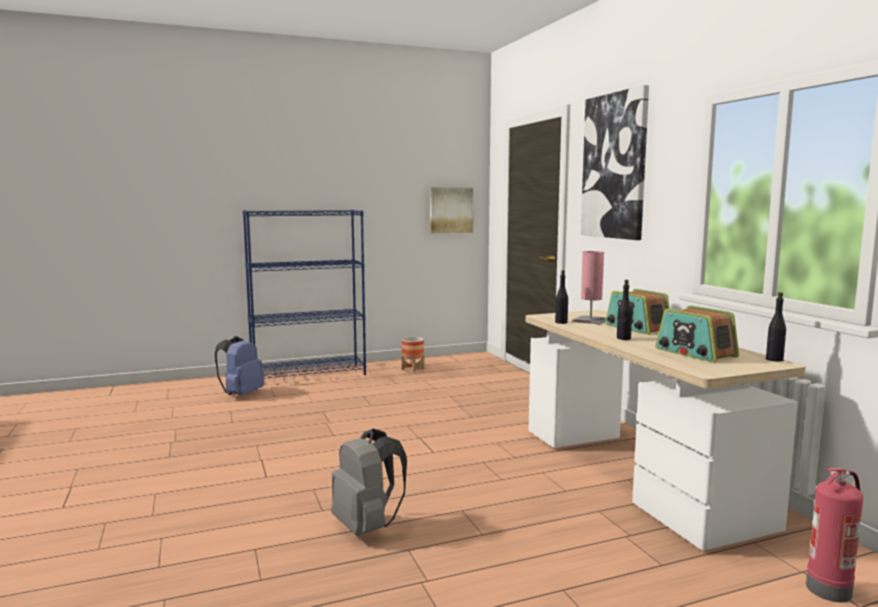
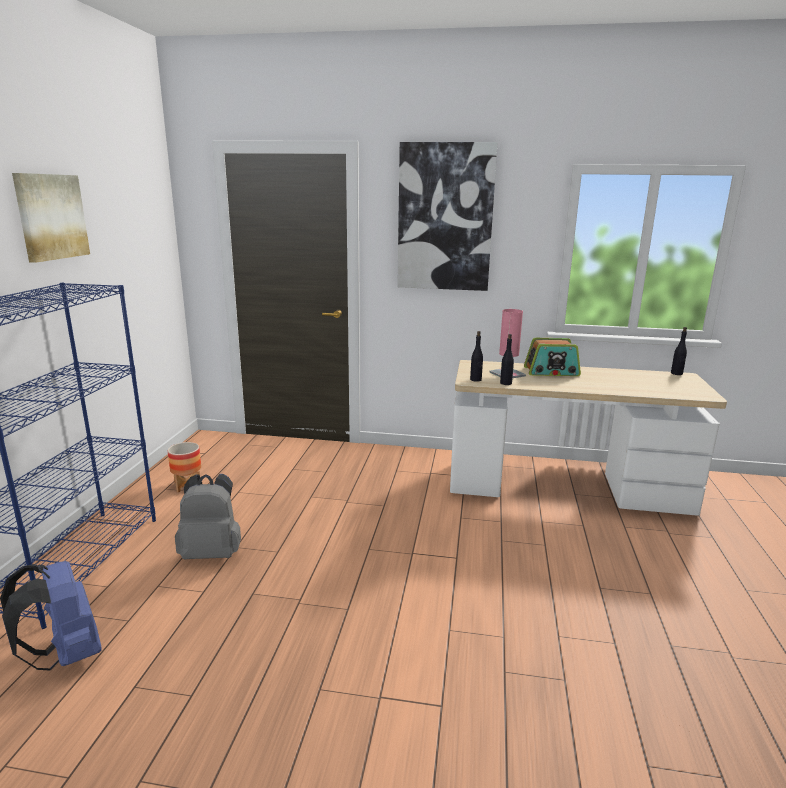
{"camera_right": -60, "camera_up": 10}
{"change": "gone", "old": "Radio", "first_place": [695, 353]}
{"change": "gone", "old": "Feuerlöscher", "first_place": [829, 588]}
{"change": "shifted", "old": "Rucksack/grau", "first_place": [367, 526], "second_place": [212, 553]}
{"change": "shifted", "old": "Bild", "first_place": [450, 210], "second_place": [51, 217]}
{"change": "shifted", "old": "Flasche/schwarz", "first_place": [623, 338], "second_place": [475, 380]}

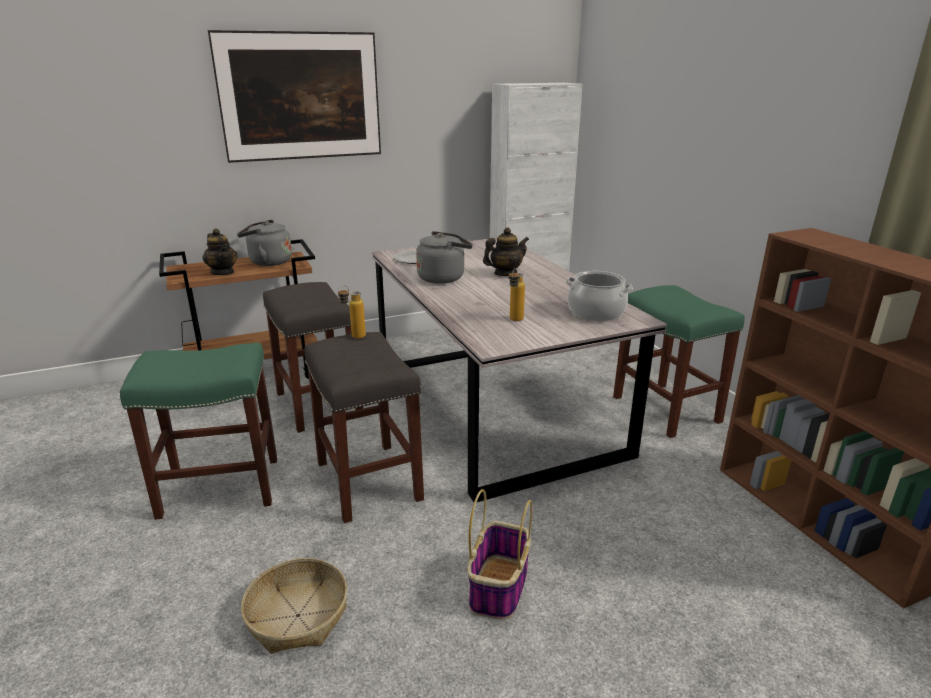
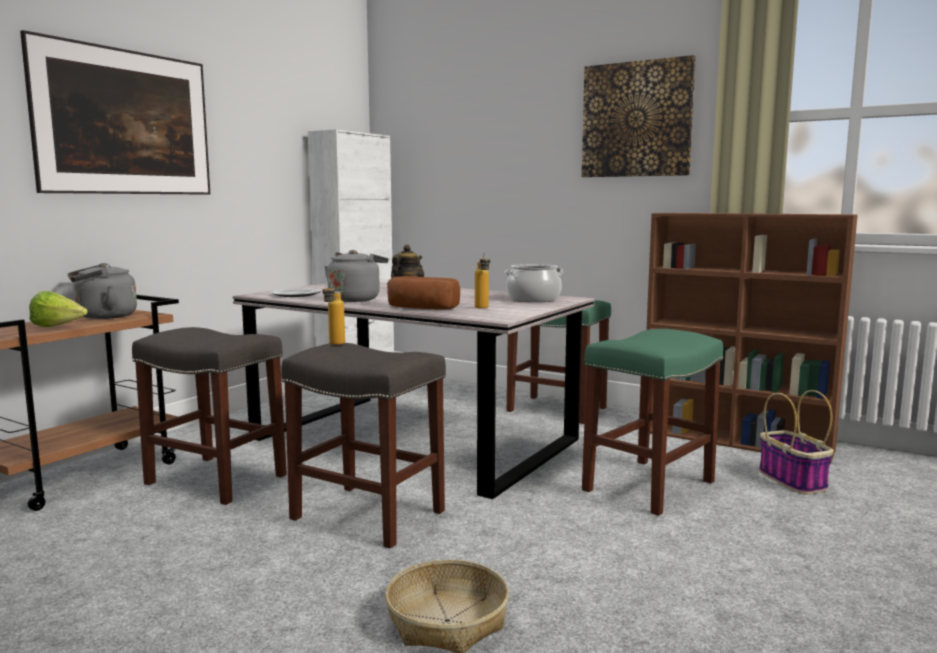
{"camera_right": -35, "camera_up": -15}
{"change": "new", "new": "Brot", "second_place": [420, 308]}
{"change": "new", "new": "Bild", "second_place": [637, 119]}
{"change": "shifted", "old": "Hocker/grün", "first_place": [218, 488], "second_place": [648, 486]}
{"change": "shifted", "old": "Korb", "first_place": [498, 588], "second_place": [793, 481]}
{"change": "swapped", "old": "Teekanne", "new": "Salatkopf", "first_place": [223, 272], "second_place": [58, 327]}

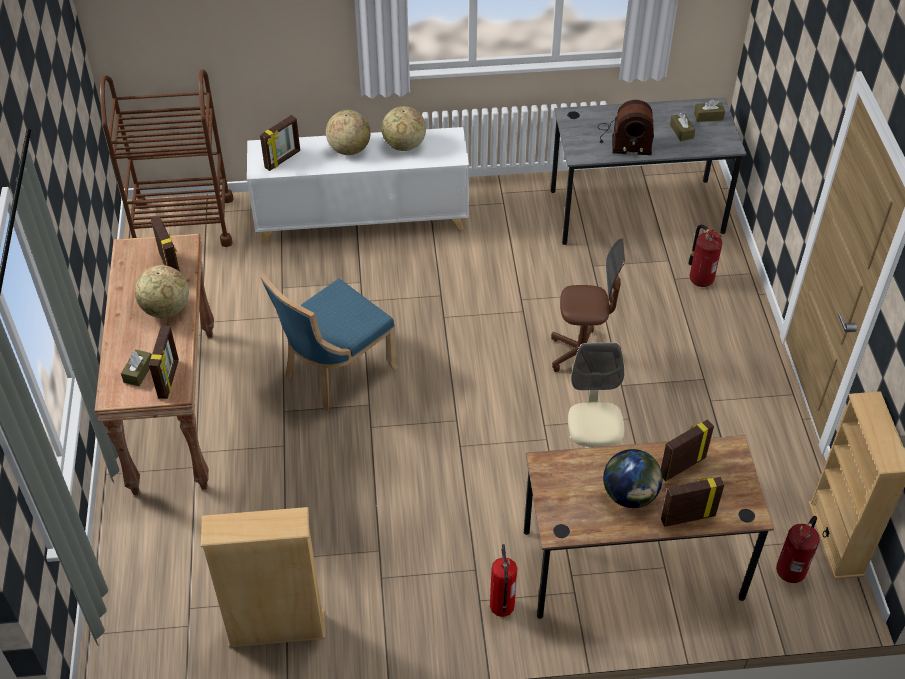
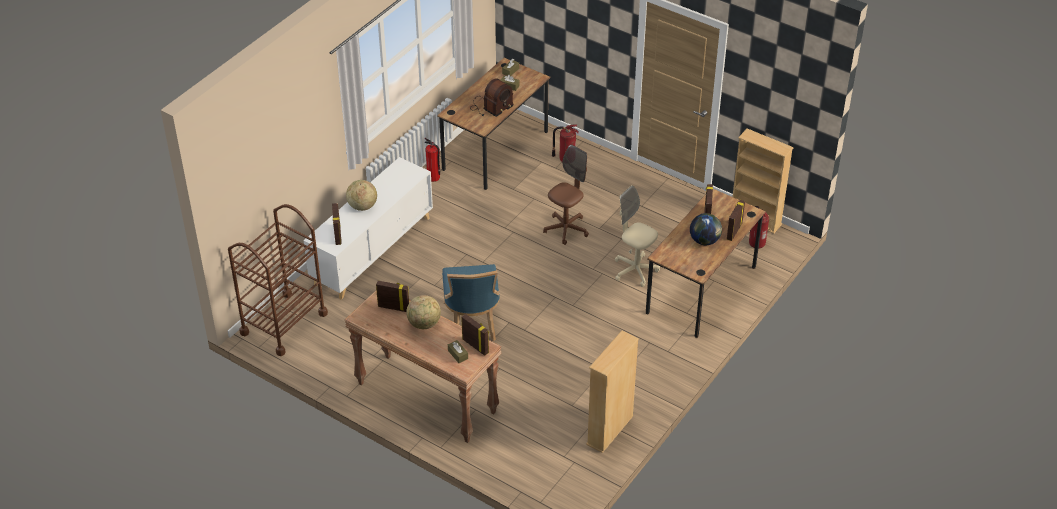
{"camera_right": -50, "camera_up": -5}
{"change": "gone", "old": "Globus", "first_place": [404, 146]}
{"change": "shifted", "old": "Feuerlöscher", "first_place": [502, 606], "second_place": [433, 177]}
{"change": "repainted", "old": "Schreibtisch/grau", "new": "Schreibtisch/braun", "first_place": [636, 211], "second_place": [495, 150]}

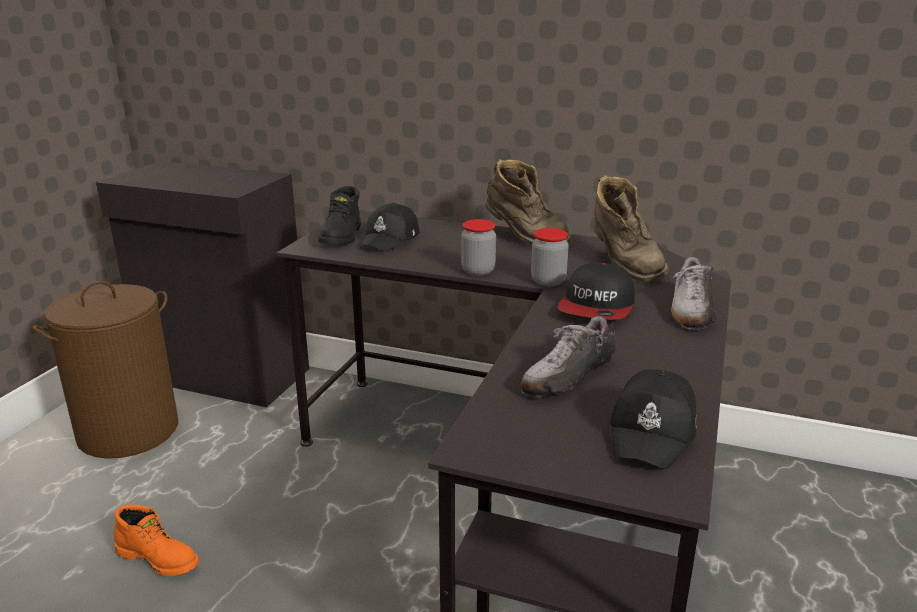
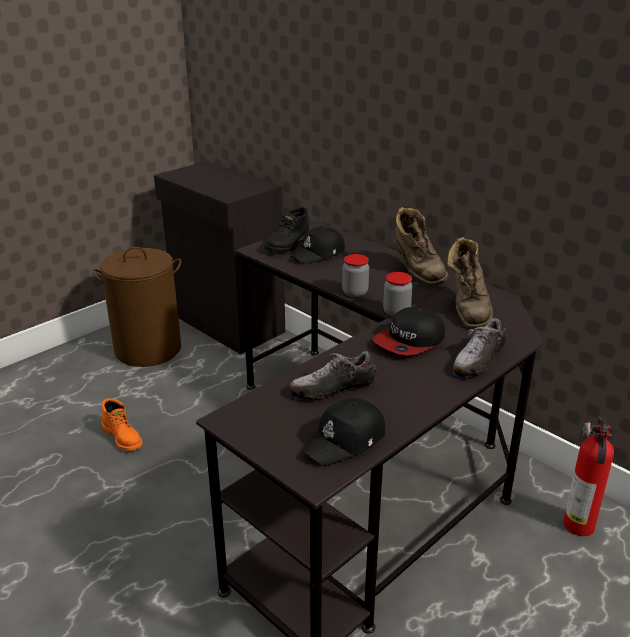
{"camera_right": 25, "camera_up": 5}
{"change": "new", "new": "Feuerlöscher", "second_place": [578, 526]}

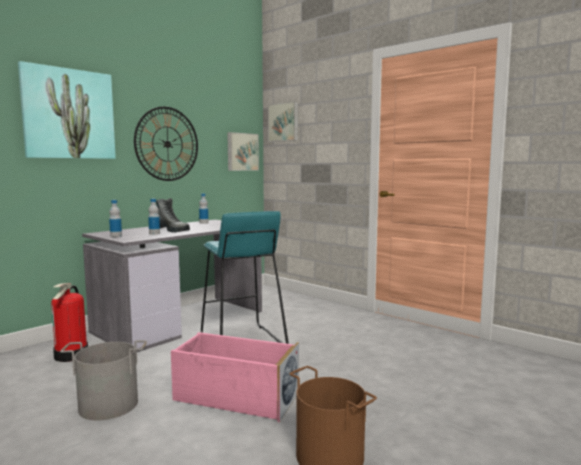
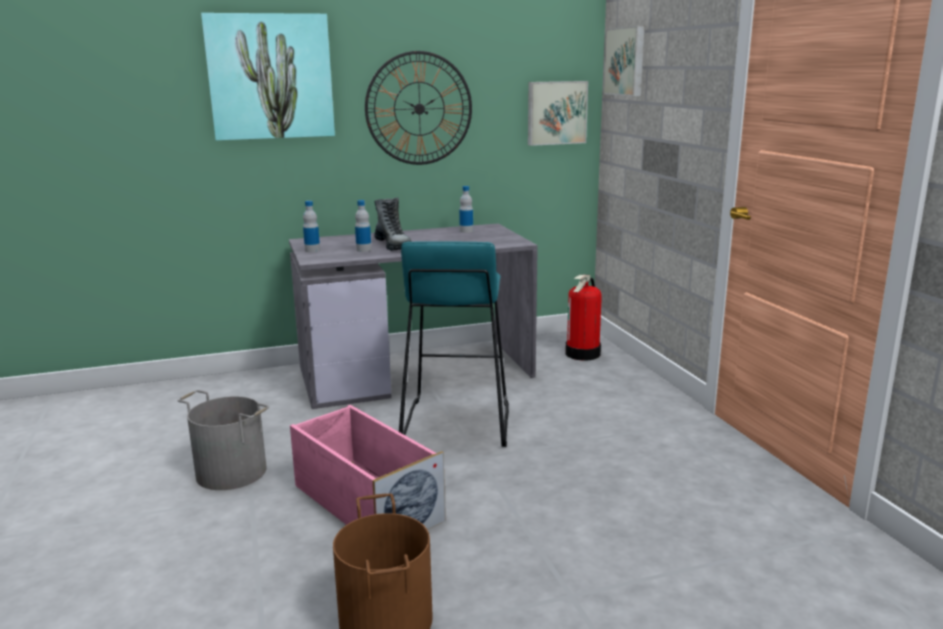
{"camera_right": 30, "camera_up": 10}
{"change": "shifted", "old": "Feuerlöscher", "first_place": [72, 355], "second_place": [583, 354]}

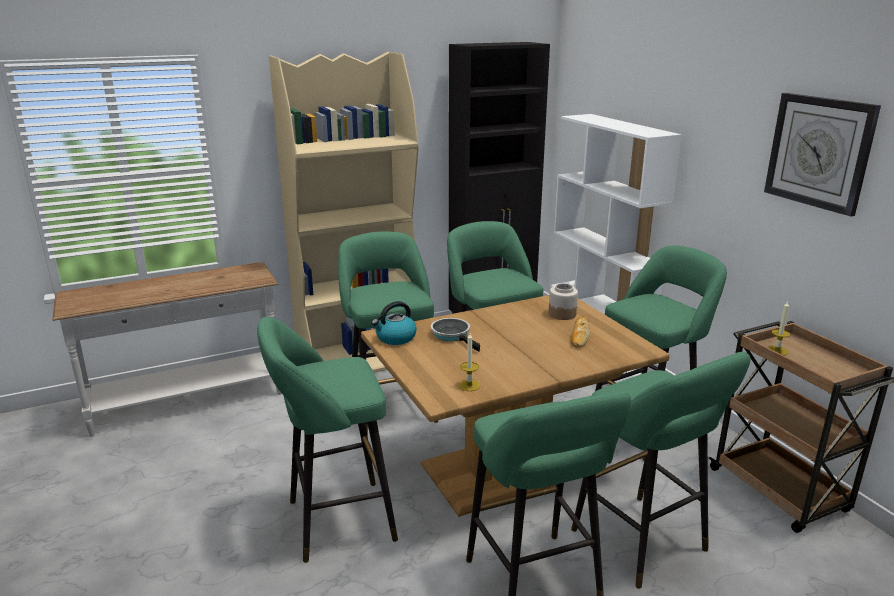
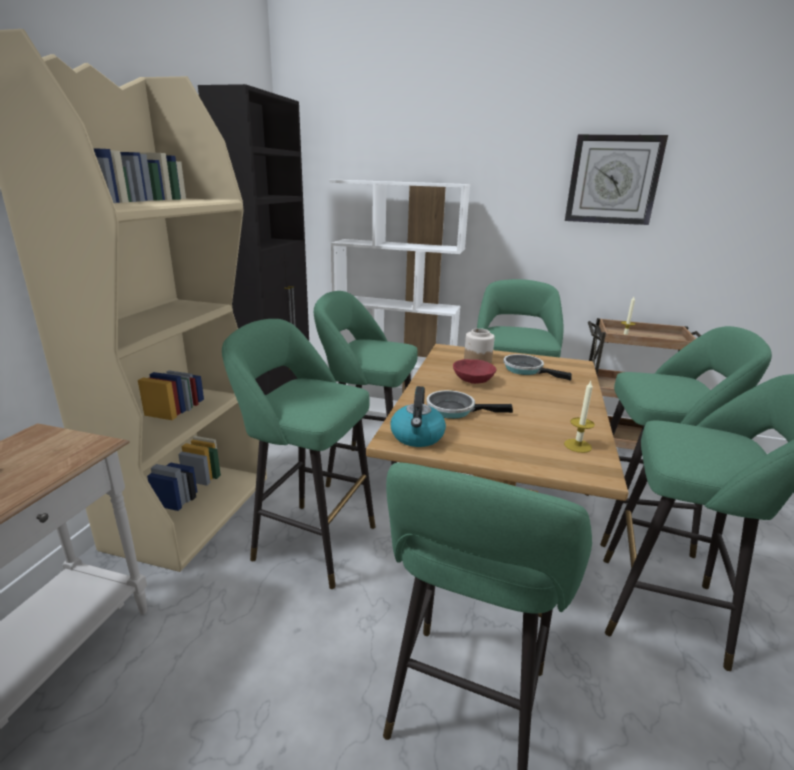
{"camera_right": -50, "camera_up": 0}
{"change": "new", "new": "Schüssel/rot", "second_place": [472, 381]}
{"change": "swapped", "old": "Brot", "new": "Pfanne", "first_place": [580, 335], "second_place": [526, 370]}

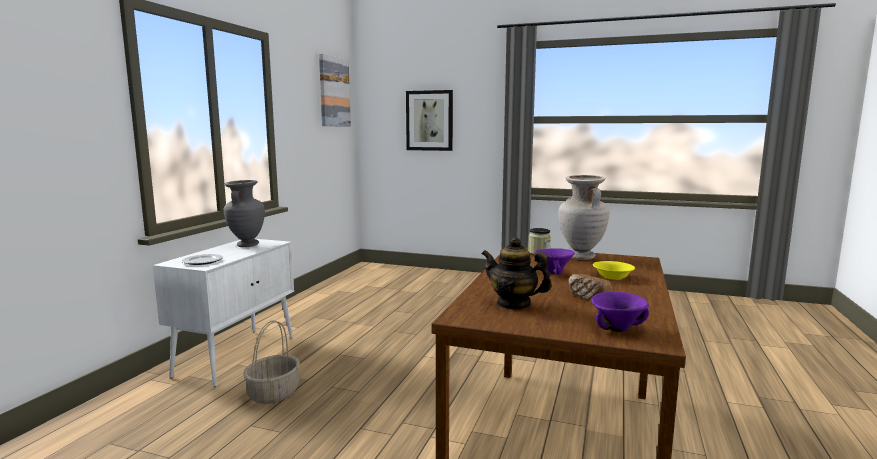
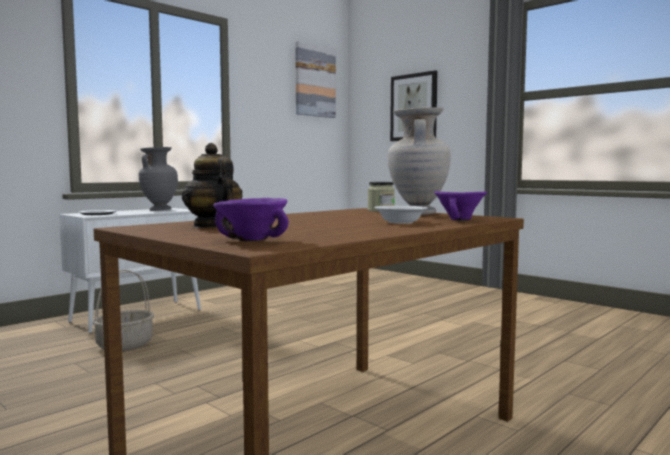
{"camera_right": 25, "camera_up": -5}
{"change": "gone", "old": "Brot", "first_place": [588, 297]}
{"change": "shifted", "old": "Schüssel/lila", "first_place": [554, 273], "second_place": [460, 220]}
{"change": "repainted", "old": "Schüssel/gelb", "new": "Schüssel/weiß", "first_place": [612, 277], "second_place": [399, 222]}

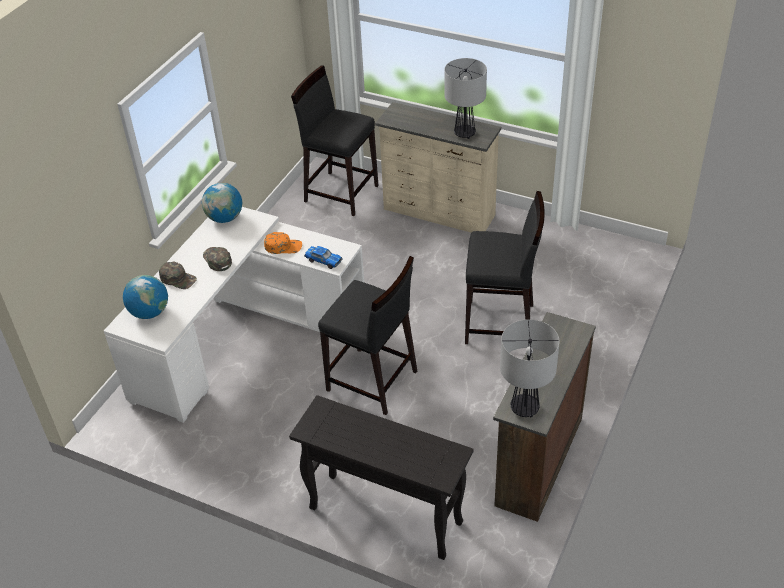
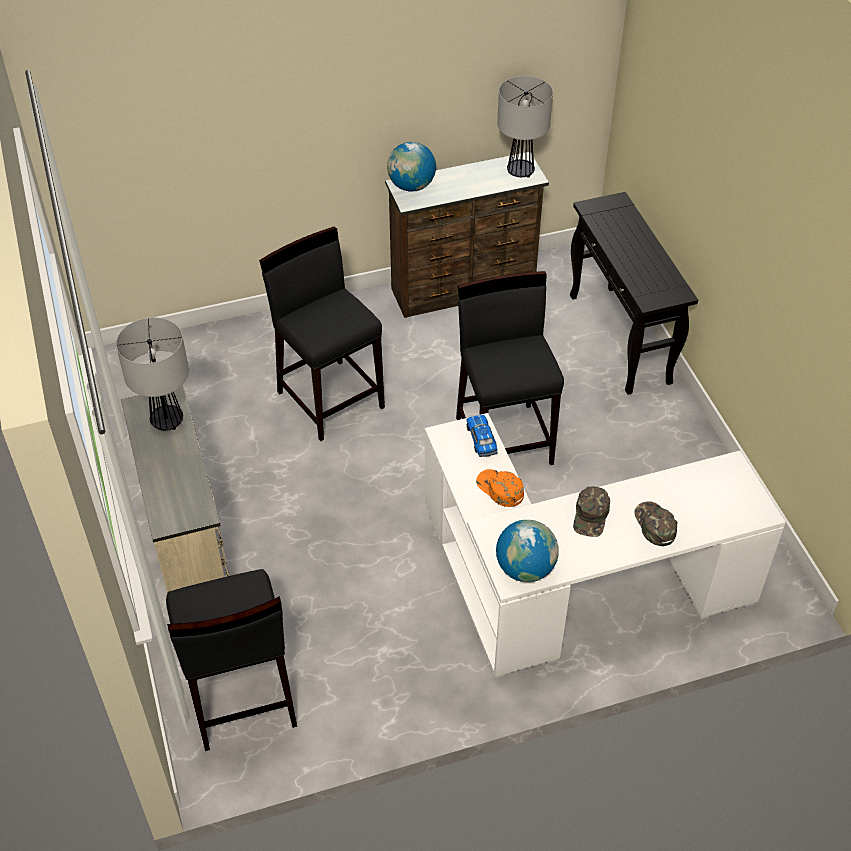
{"camera_right": -135, "camera_up": 5}
{"change": "shifted", "old": "Globus", "first_place": [149, 312], "second_place": [411, 186]}

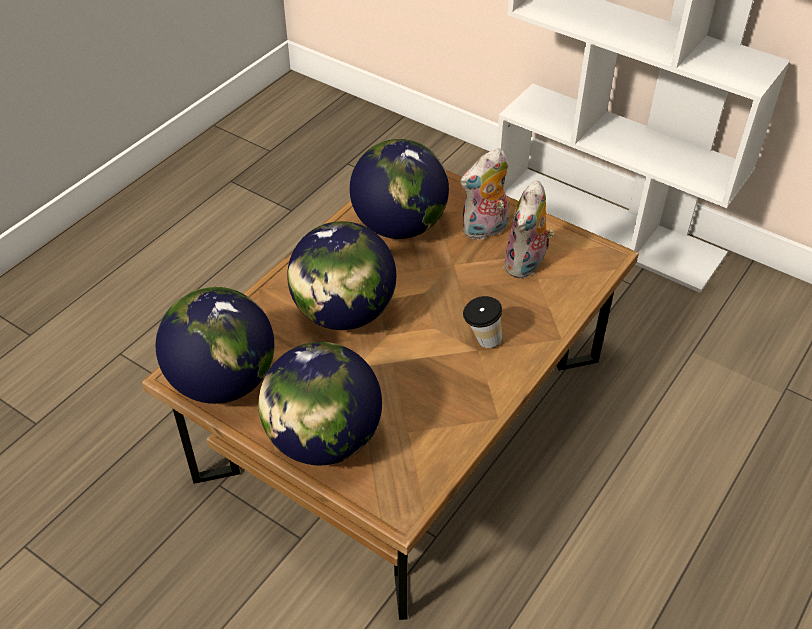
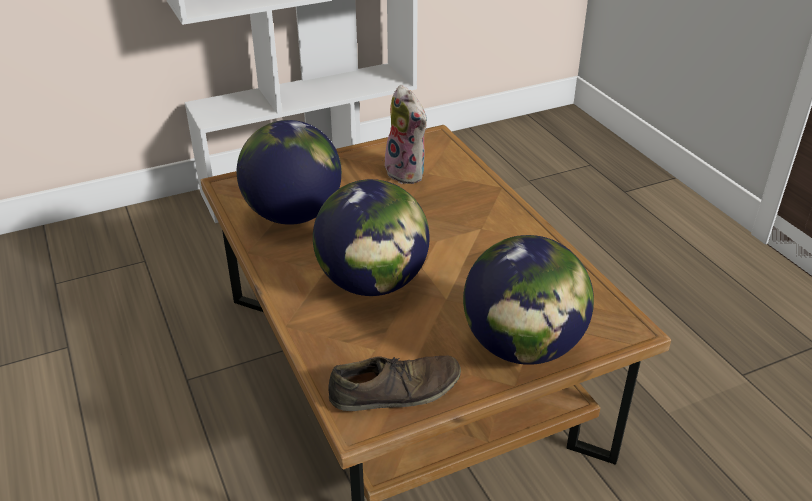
{"camera_right": -60, "camera_up": -10}
{"change": "gone", "old": "Plüschtier", "first_place": [484, 230]}
{"change": "gone", "old": "Tasse", "first_place": [481, 341]}
{"change": "swapped", "old": "Globus", "new": "Schuh/braun", "first_place": [224, 381], "second_place": [395, 390]}

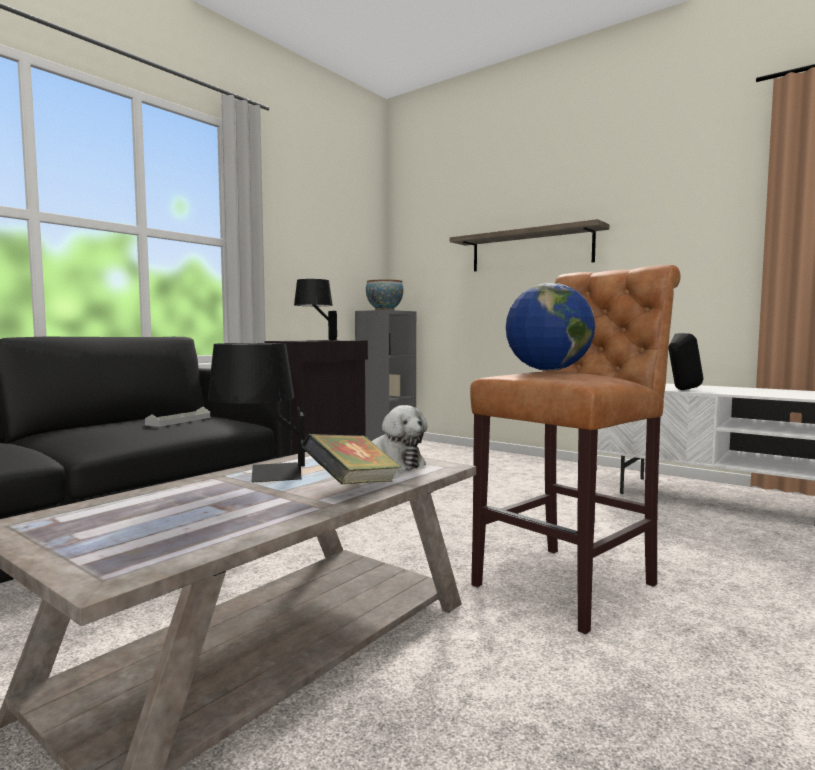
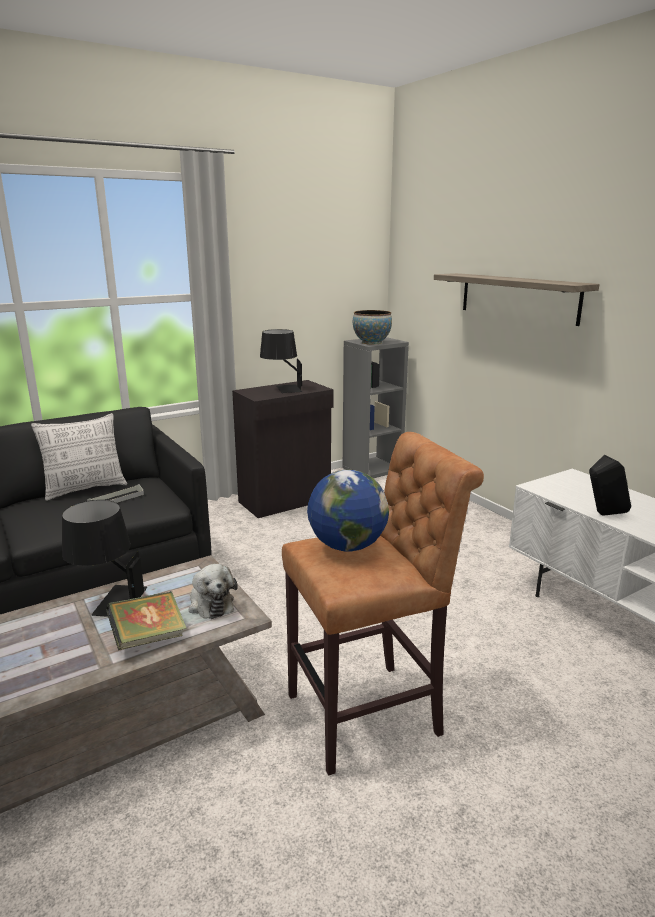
{"camera_right": 20, "camera_up": 15}
{"change": "new", "new": "Kissen", "second_place": [85, 489]}

